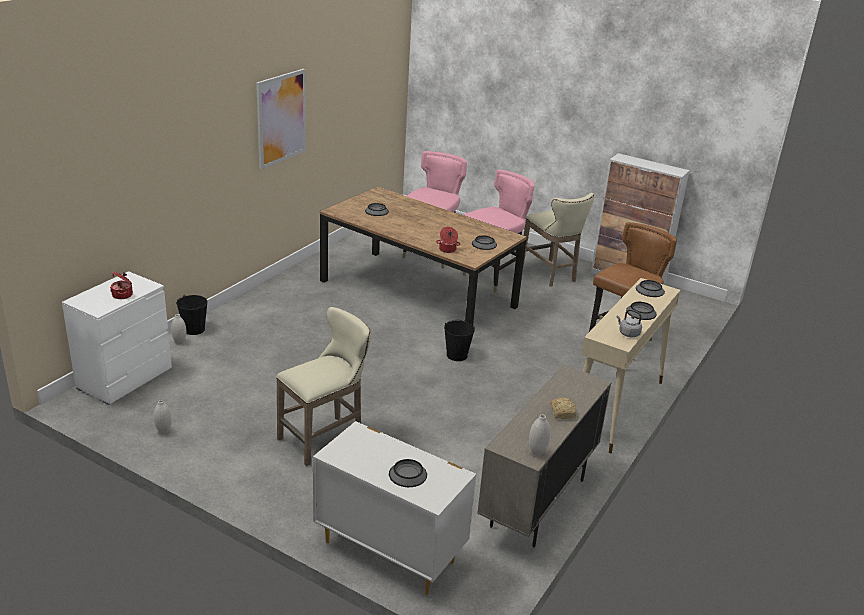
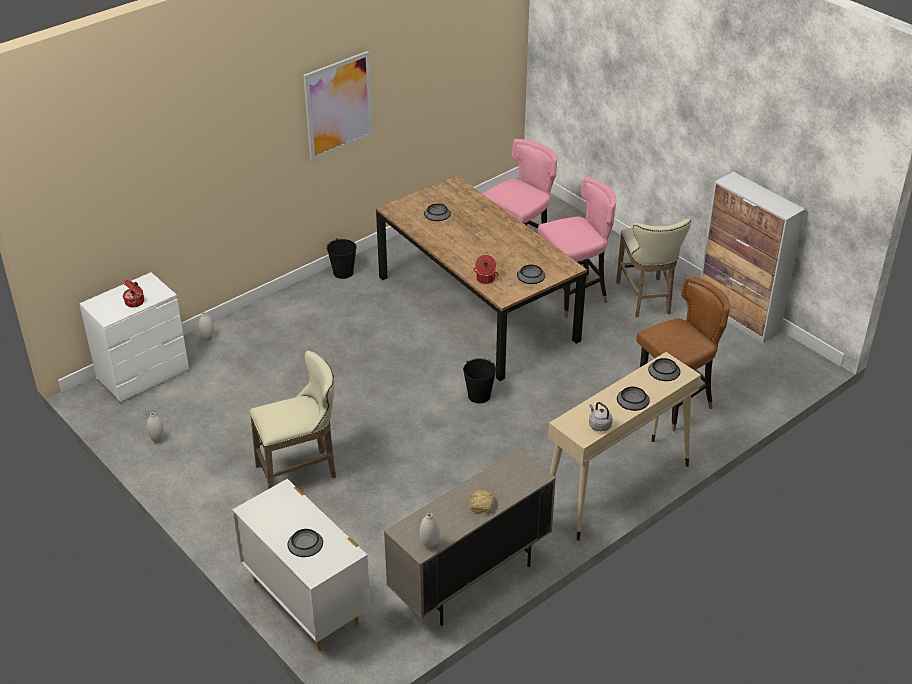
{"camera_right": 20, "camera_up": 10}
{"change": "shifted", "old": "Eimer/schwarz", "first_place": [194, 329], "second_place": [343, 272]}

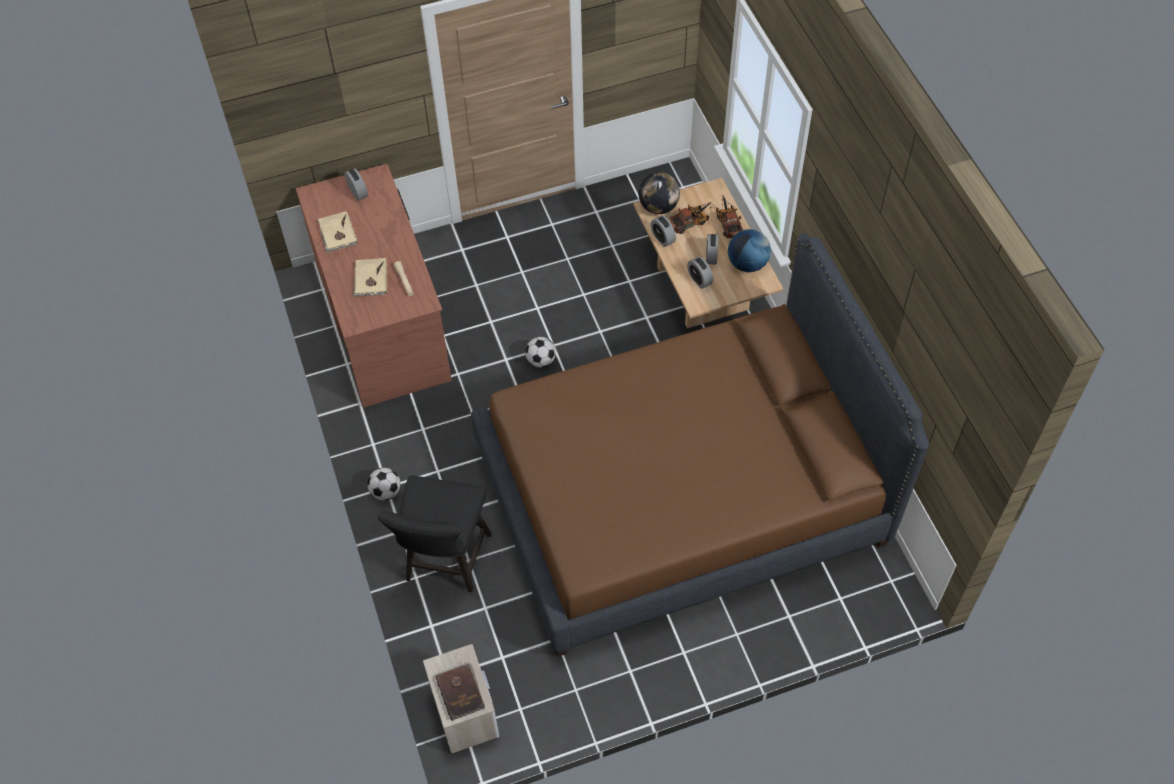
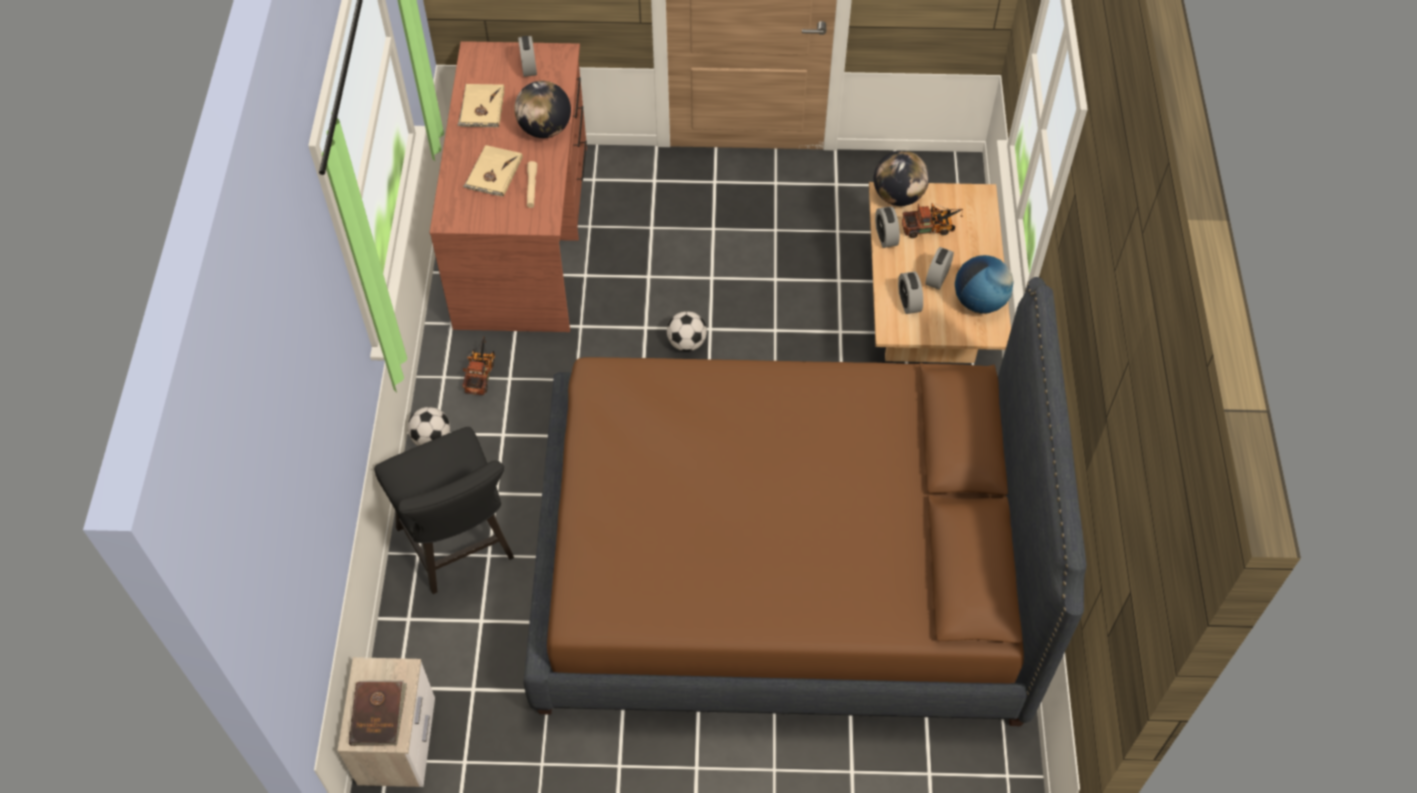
{"camera_right": 20, "camera_up": 0}
{"change": "new", "new": "Globus", "second_place": [545, 129]}
{"change": "shifted", "old": "Spielzeuglaster", "first_place": [727, 222], "second_place": [481, 372]}
{"change": "rotated", "old": "Stuhl/schwarz", "first_place": [445, 563], "second_place": [460, 548], "degrees": -60}

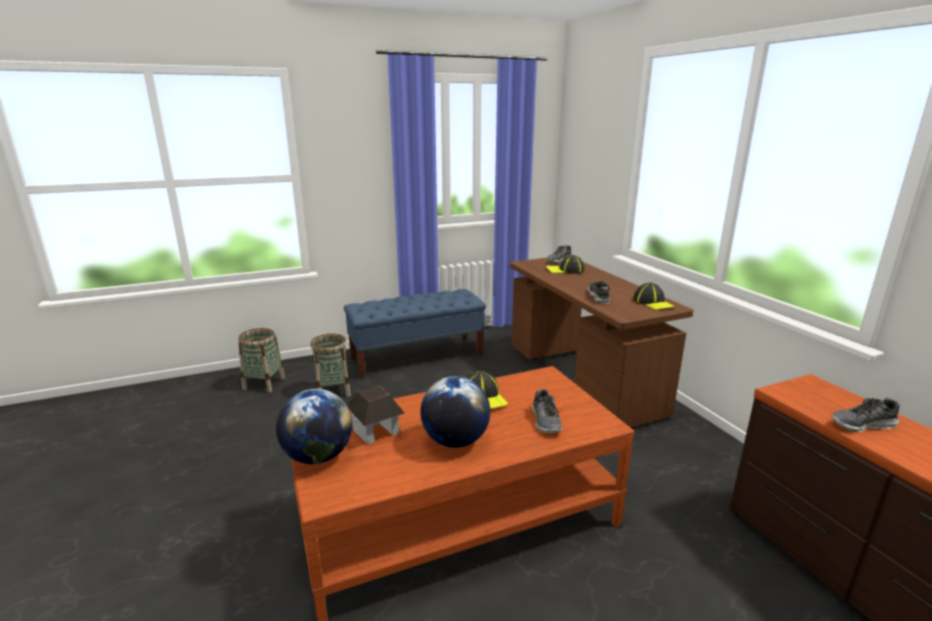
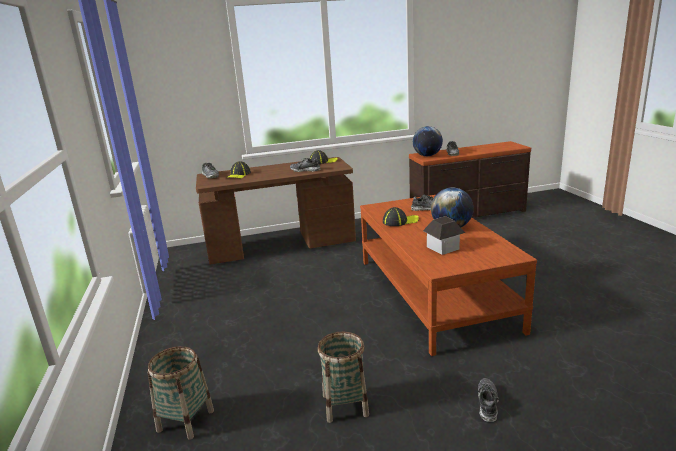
{"camera_right": -80, "camera_up": 0}
{"change": "gone", "old": "Bank/blau", "first_place": [417, 357]}
{"change": "new", "new": "Schuh", "second_place": [487, 403]}
{"change": "shifted", "old": "Globus", "first_place": [318, 456], "second_place": [427, 156]}
{"change": "shifted", "old": "Korb", "first_place": [333, 390], "second_place": [345, 405]}

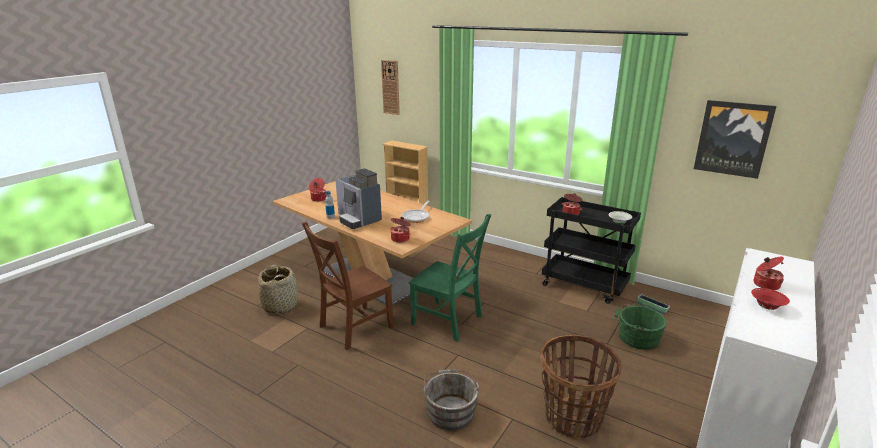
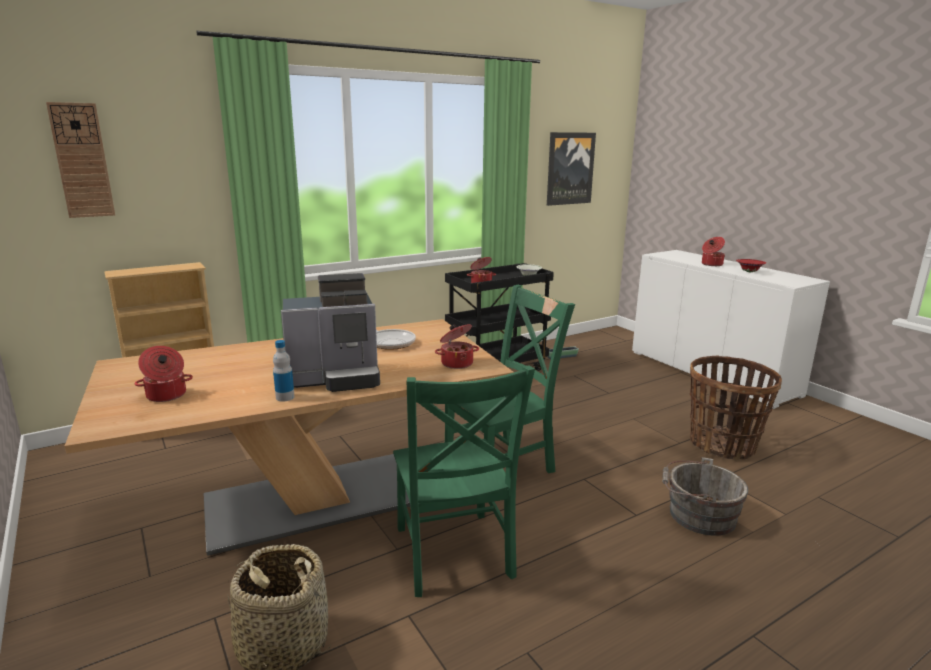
{"camera_right": -65, "camera_up": -5}
{"change": "gone", "old": "Eimer/grün", "first_place": [636, 337]}
{"change": "repainted", "old": "Stuhl/braun", "new": "Stuhl/grün", "first_place": [353, 328], "second_place": [453, 556]}

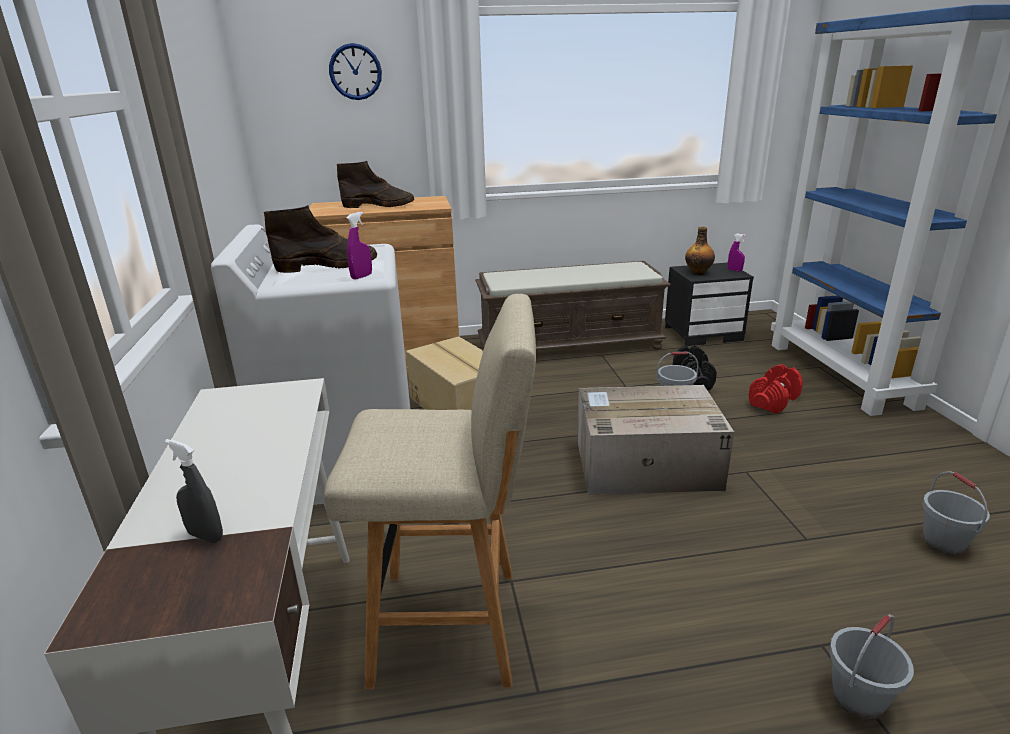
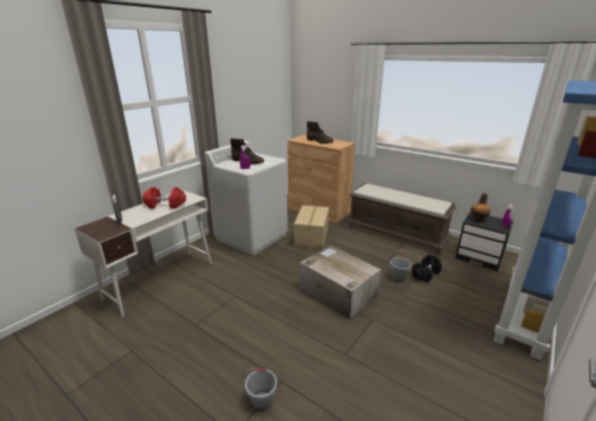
{"camera_right": 45, "camera_up": 0}
{"change": "gone", "old": "Hocker/beige", "first_place": [453, 625]}
{"change": "gone", "old": "Wanduhr", "first_place": [355, 72]}
{"change": "gone", "old": "Eimer/grau", "first_place": [944, 543]}
{"change": "shifted", "old": "Hantel/rot", "first_place": [773, 400], "second_place": [166, 205]}

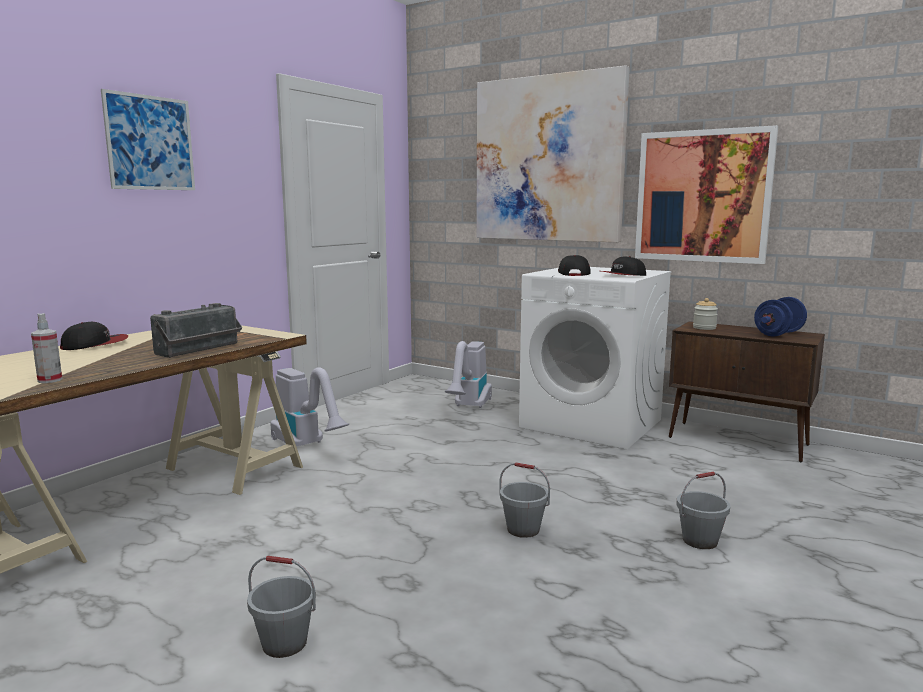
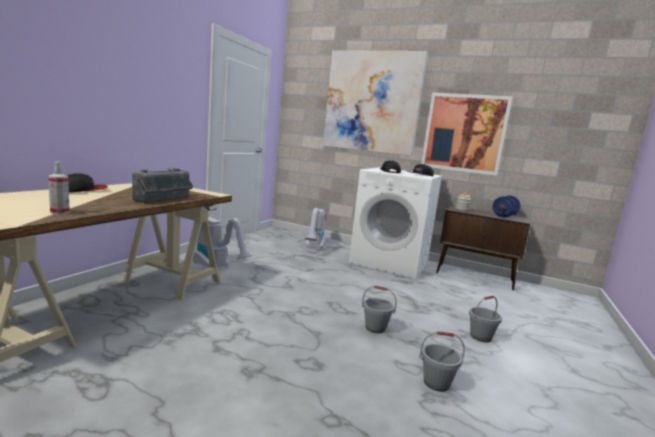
{"camera_right": -10, "camera_up": 0}
{"change": "gone", "old": "Bild", "first_place": [150, 143]}
{"change": "shifted", "old": "Eimer/grau", "first_place": [285, 643], "second_place": [436, 383]}

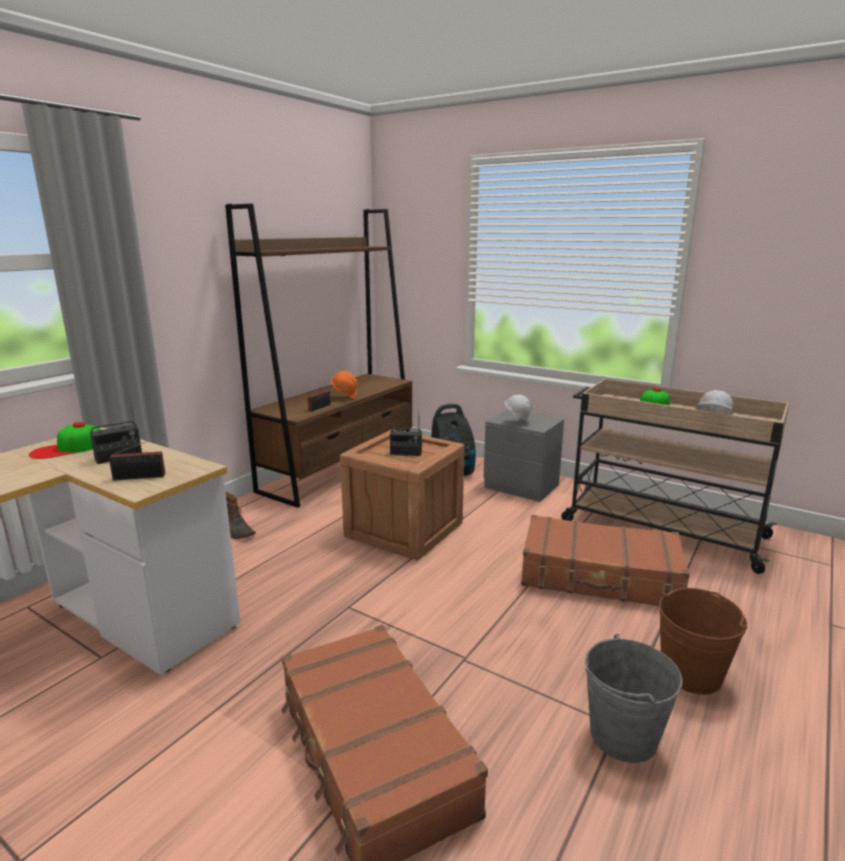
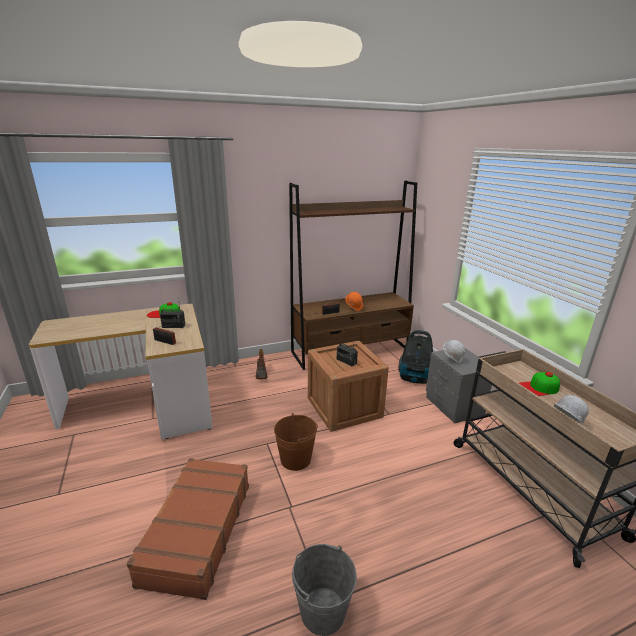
{"camera_right": 35, "camera_up": 5}
{"change": "gone", "old": "Koffer/braun", "first_place": [600, 577]}
{"change": "shifted", "old": "Eimer/braun", "first_place": [691, 673], "second_place": [295, 459]}

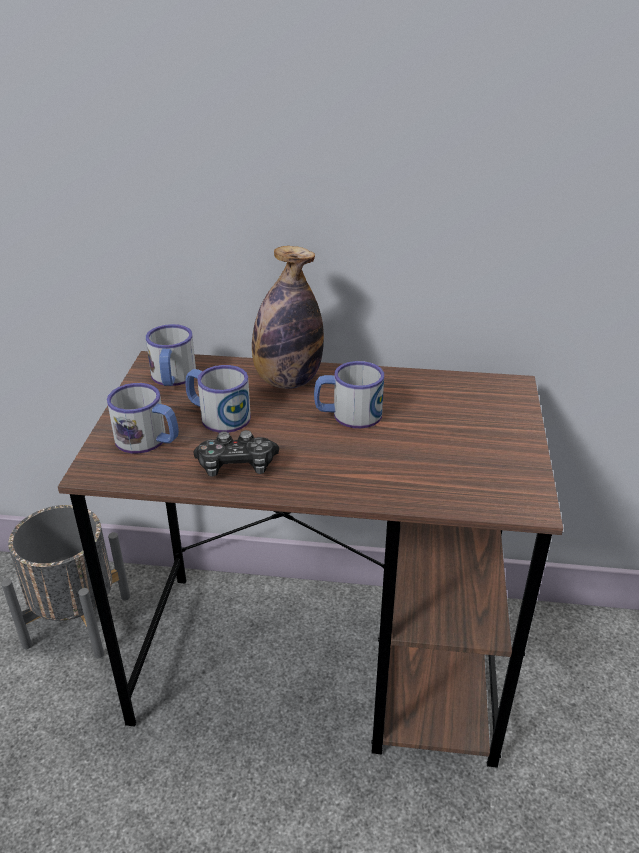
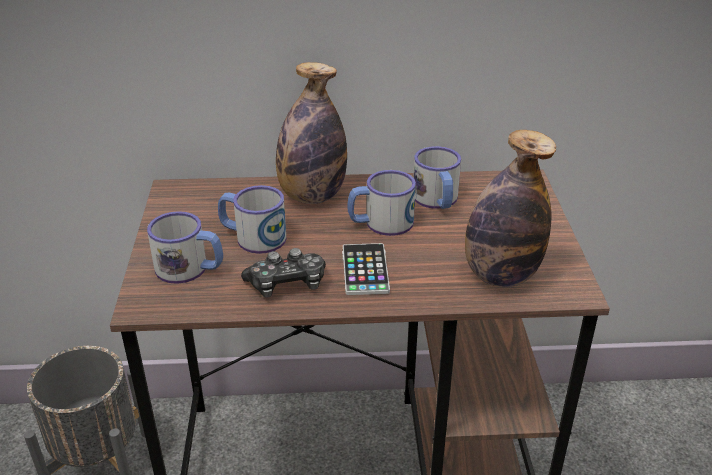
{"camera_right": -10, "camera_up": 0}
{"change": "new", "new": "Handy", "second_place": [365, 270]}
{"change": "new", "new": "Flasche", "second_place": [500, 275]}
{"change": "shifted", "old": "Henkelbecher", "first_place": [172, 378], "second_place": [437, 201]}

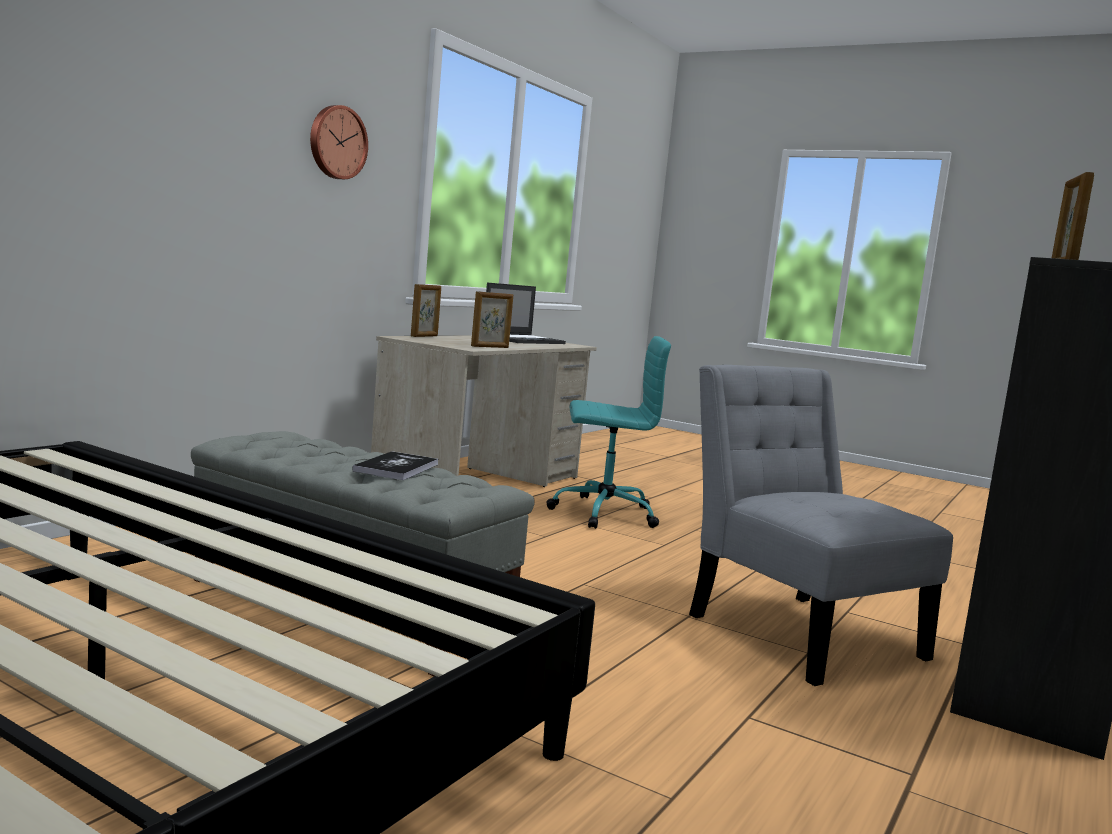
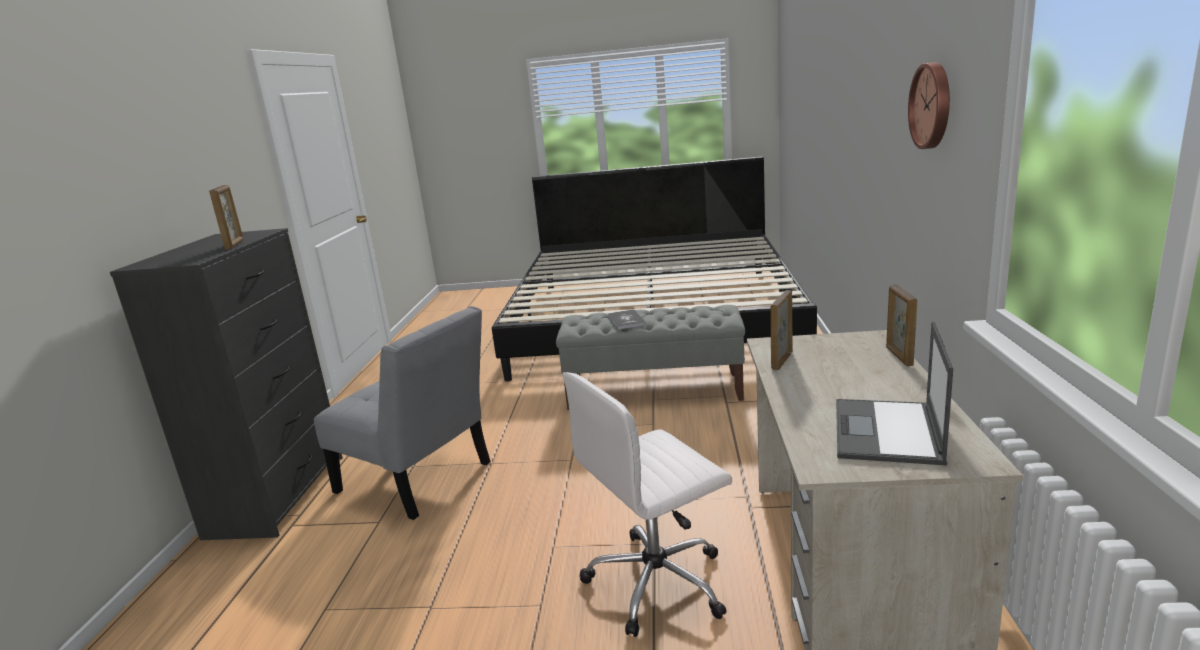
{"camera_right": 155, "camera_up": 10}
{"change": "repainted", "old": "Bürostuhl/türkis", "new": "Bürostuhl/weiß", "first_place": [602, 513], "second_place": [659, 582]}

